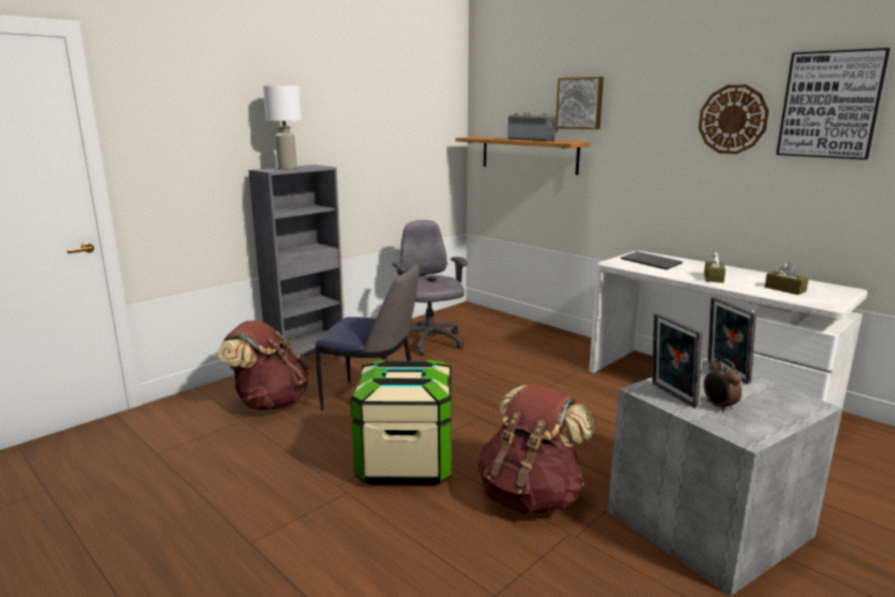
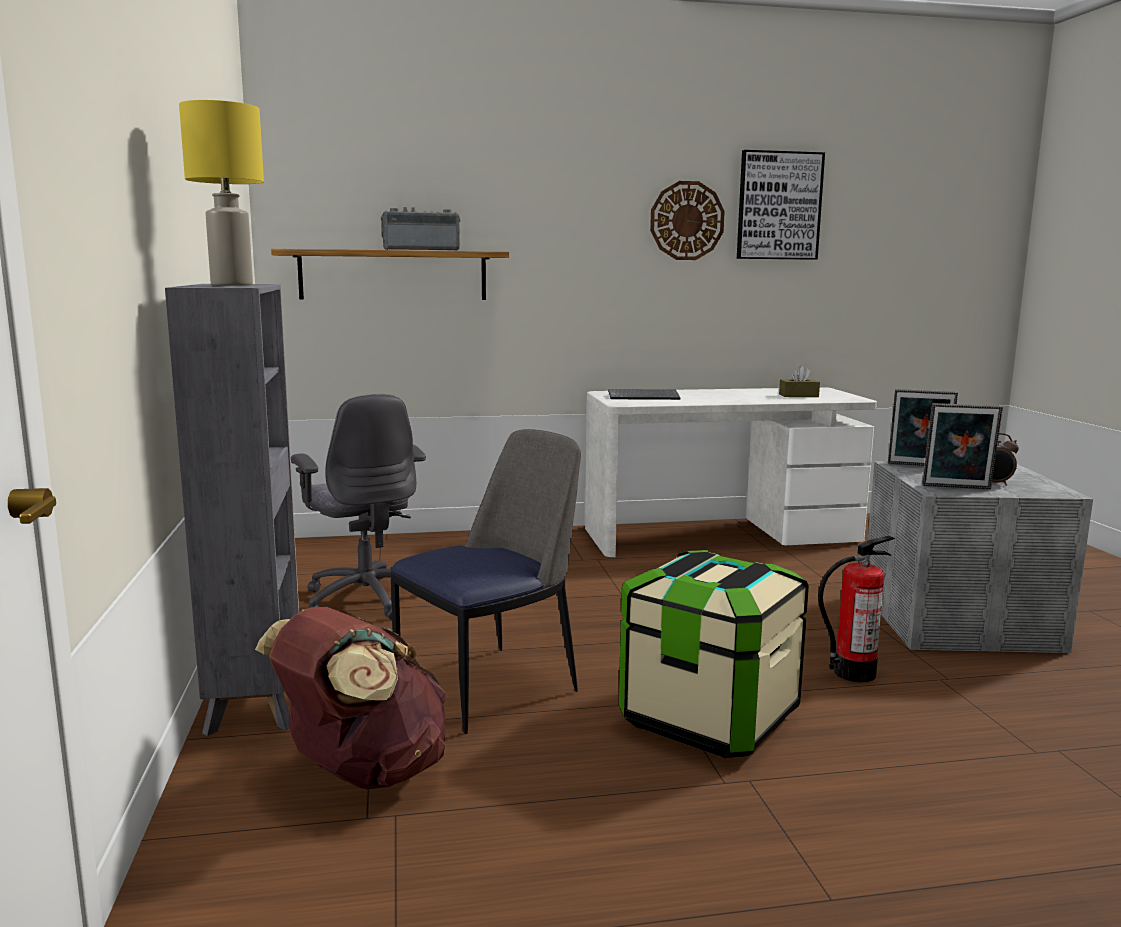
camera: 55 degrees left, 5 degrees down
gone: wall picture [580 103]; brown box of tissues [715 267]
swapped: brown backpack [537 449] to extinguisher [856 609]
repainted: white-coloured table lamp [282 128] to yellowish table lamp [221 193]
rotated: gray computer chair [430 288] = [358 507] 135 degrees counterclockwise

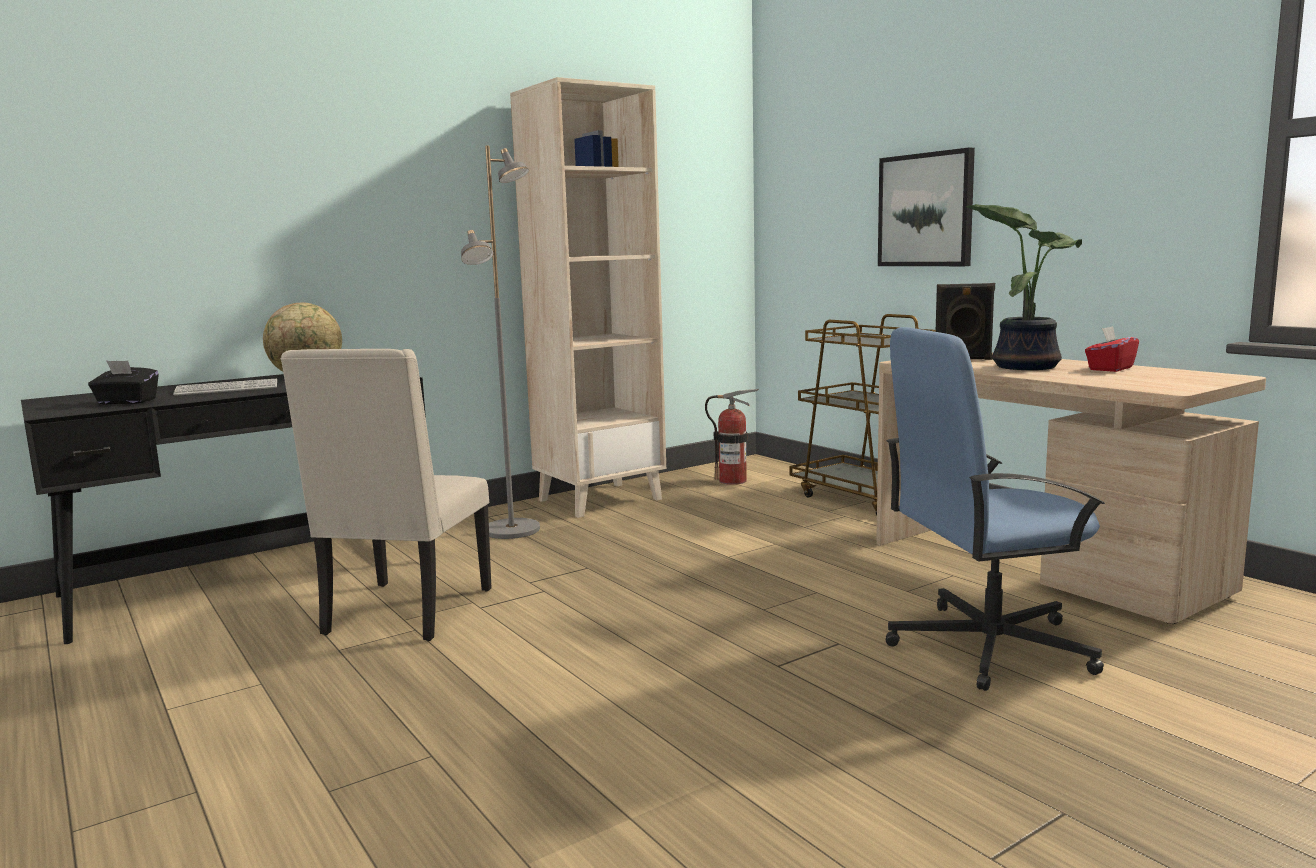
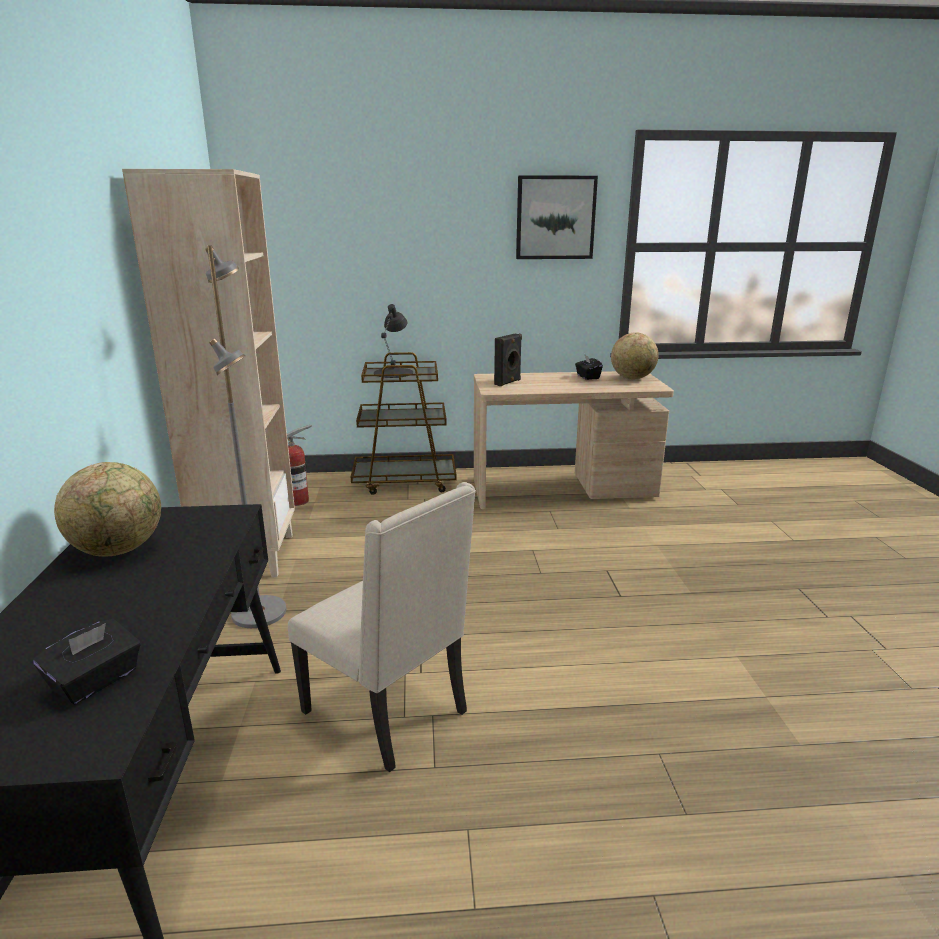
camera: 60 degrees left, 10 degrees up
gone: PC keyboard [225 387]; blue-coloured computer chair [995 509]; plant in a pot [1024 287]
new: black-coloured table lamp [393 341]; world globe [635 356]
shifted: wall picture [926 207] to [557 217]
repainted: red box of tissues [1112 349] to black-coloured box of tissues [589 367]

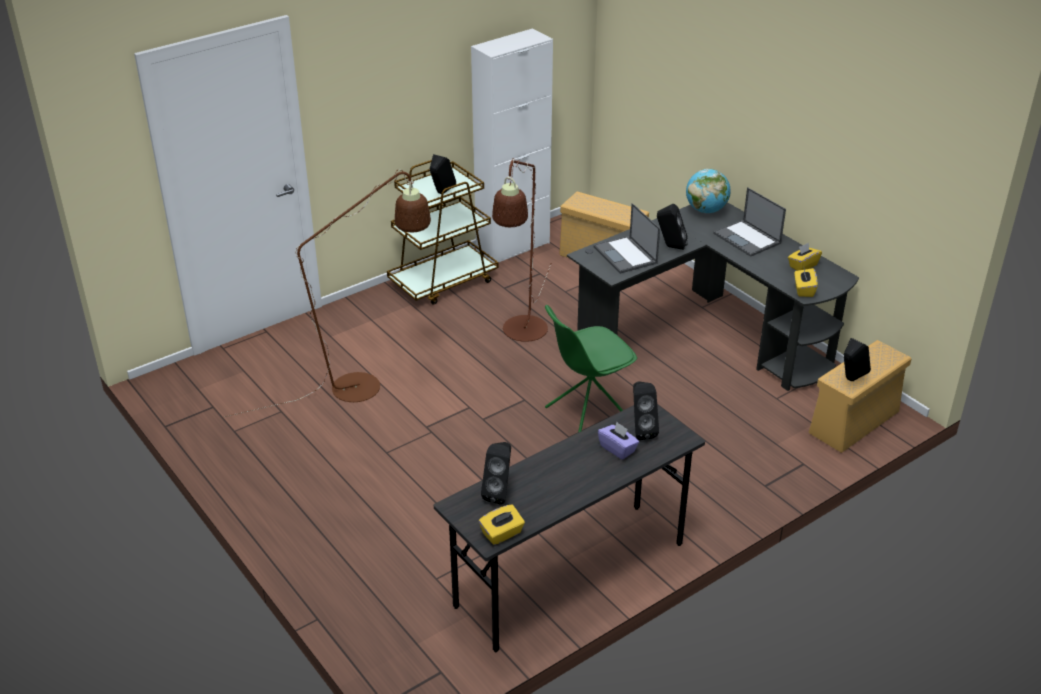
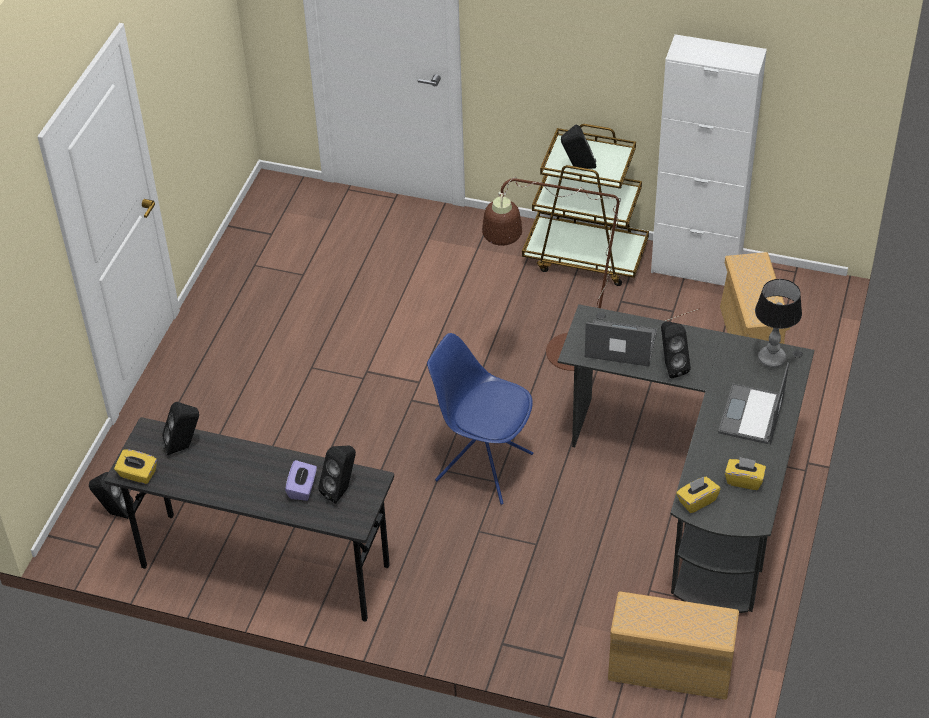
camera: 55 degrees right, 10 degrees up
gone: brown standard lamp [327 293]
shifted: black-coloured speaker [857 359] to [111 495]
swapped: world globe [708 191] to table lamp [778 323]
repainted: green upright chair [591 369] to blue-coloured upright chair [480 419]
rotated: laptop [627 238] = [621 343] 75 degrees clockwise

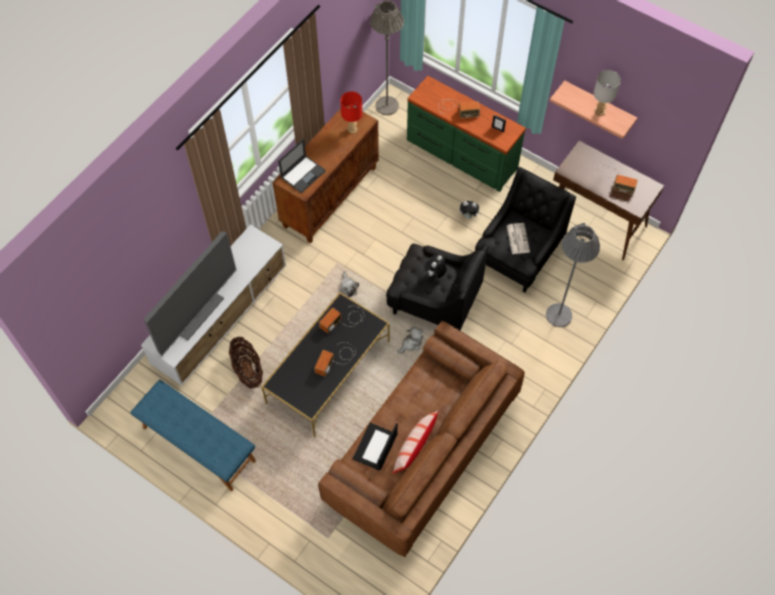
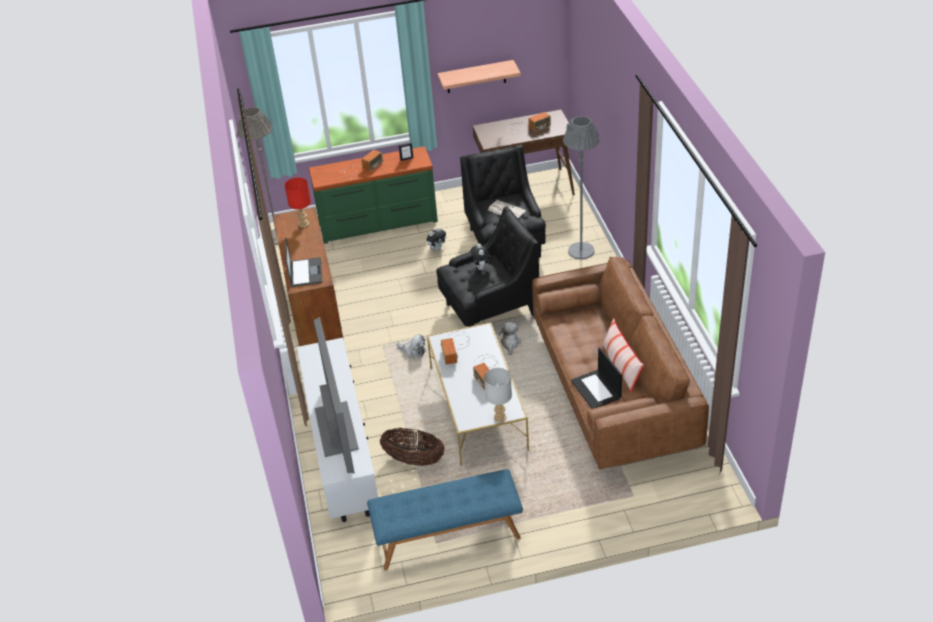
camera: 45 degrees left, 20 degrees down
shifted: gray table lamp [607 93] to [498 395]
repainted: black-coloured lounge table [325 364] to white-coloured lounge table [478 394]

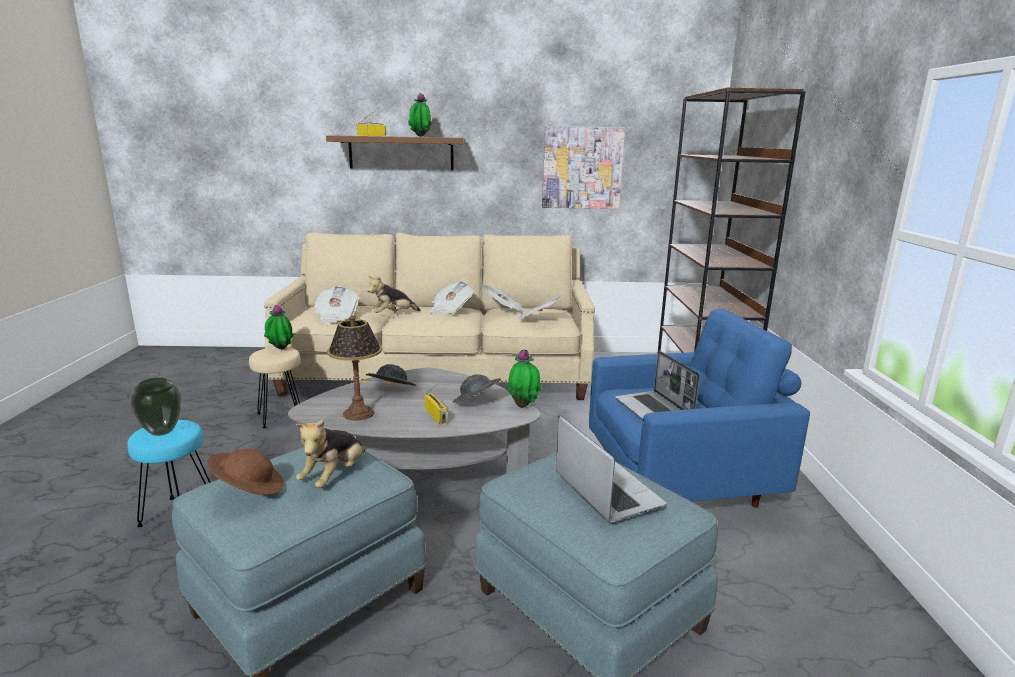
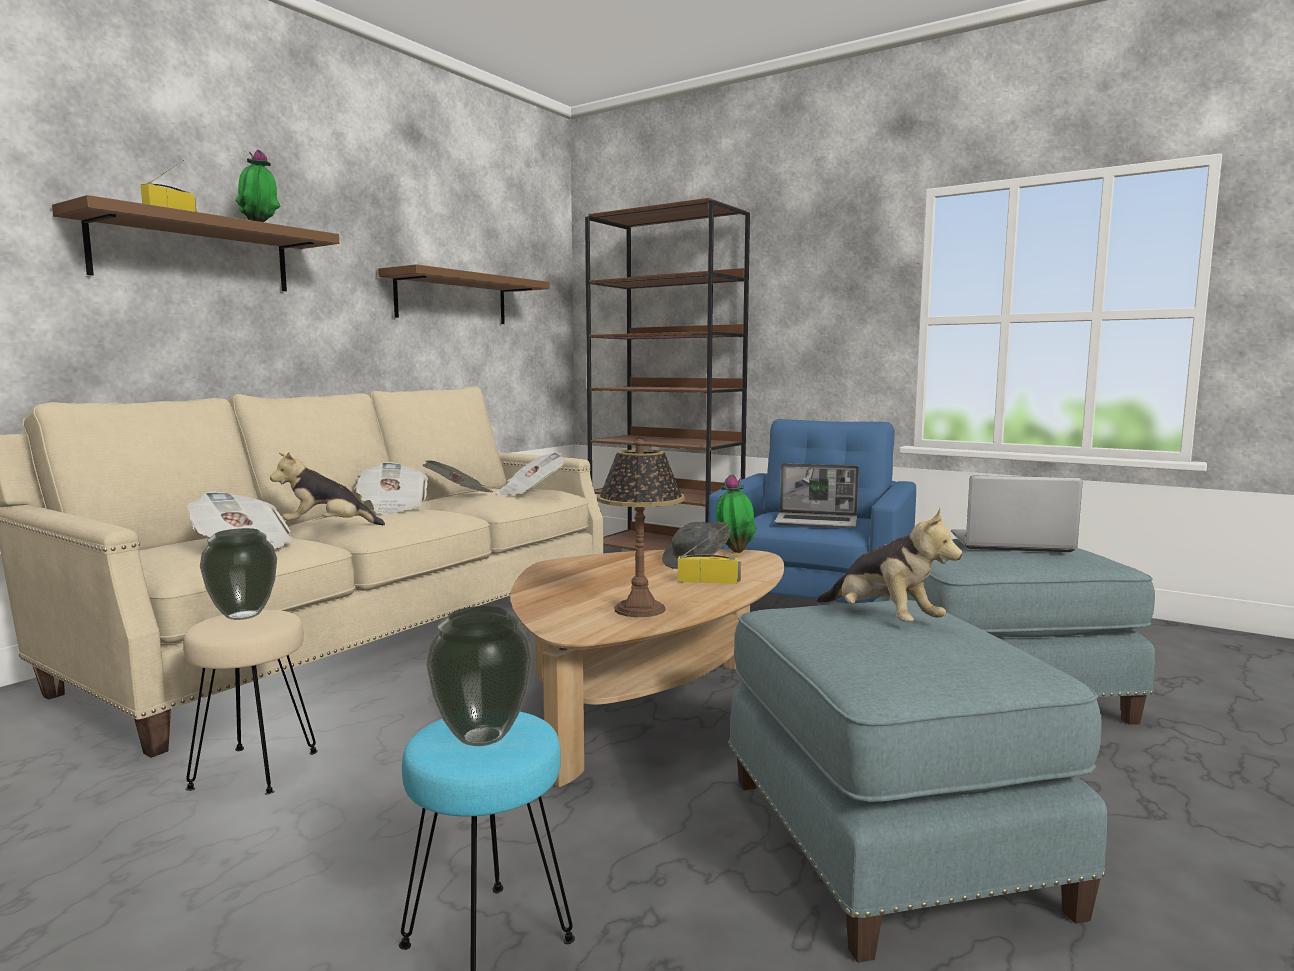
camera: 55 degrees left, 10 degrees down
gone: brown hat [246 471]; gray hat [391 375]
swapped: plant in a pot [279 327] to flower vase [238 574]; wall picture [583 167] to brown shelf [463 294]
repainted: gray lounge table [414 421] to brown lounge table [647 668]
rotated: cuddly toy [394 294] = [327 488] 75 degrees clockwise

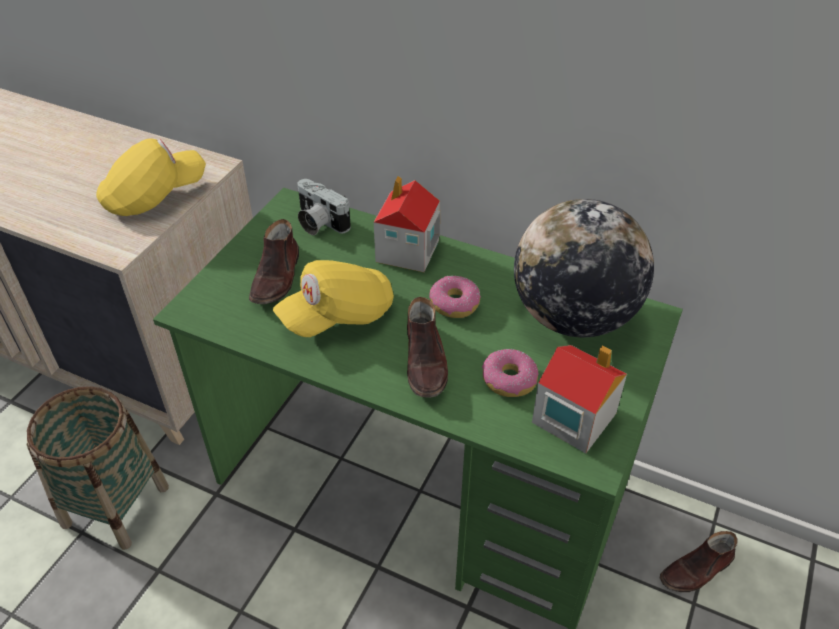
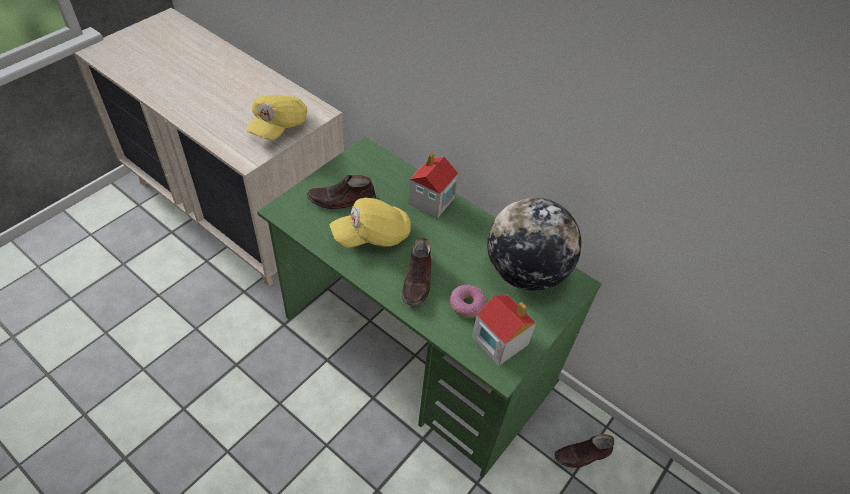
camera: 10 degrees right, 5 degrees up
gone: basket [97 468]; photo camera [324 207]; donut [455 297]
rotated: yellowish cap [151 177] = [276 117] 135 degrees clockwise; brown shoe [274 261] = [341 192] 60 degrees clockwise

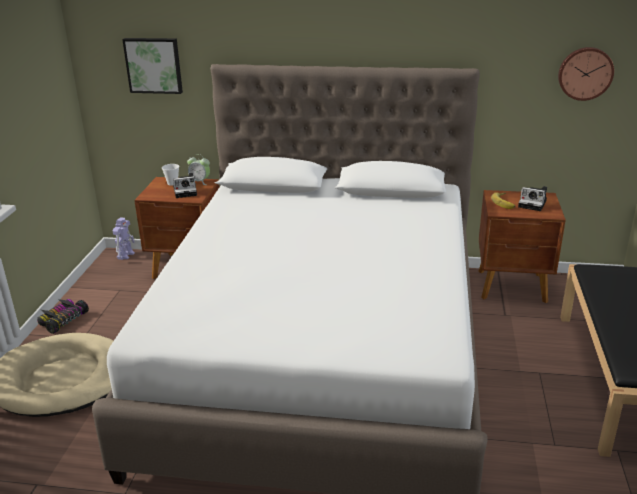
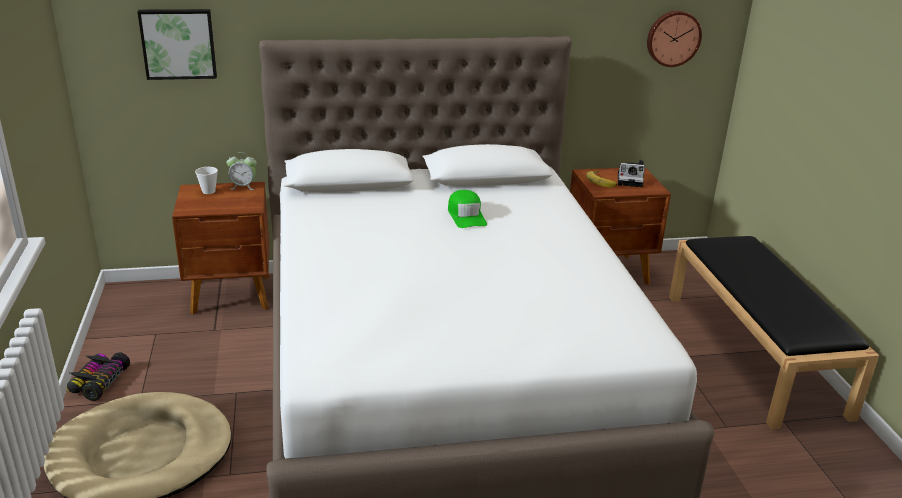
camera: 20 degrees left, 0 degrees up
gone: robot figure [124 238]; photo camera [185 185]
new: green cap [467 209]

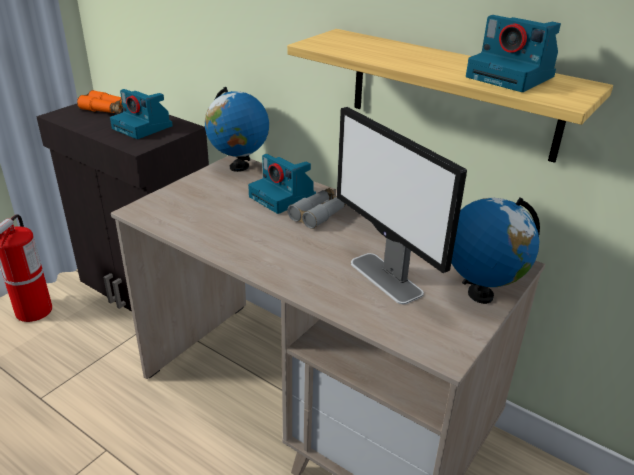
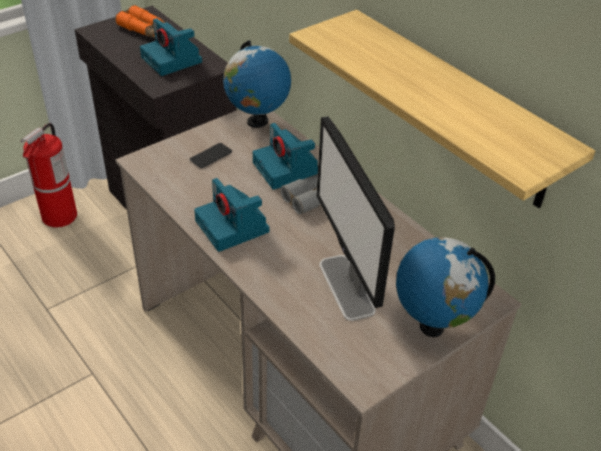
camera: 15 degrees right, 10 degrees up
new: telephone [211 155]
shifted: photo camera [513 53] to [232 215]

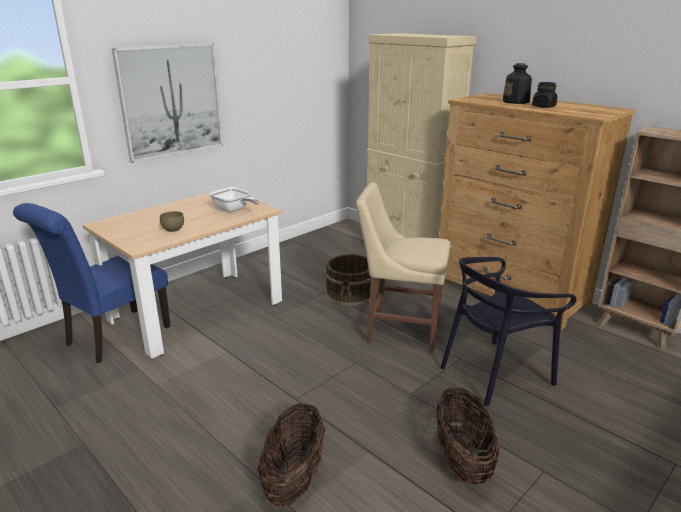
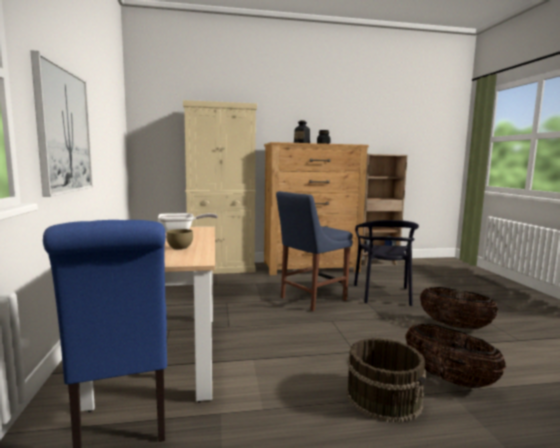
camera: 55 degrees left, 15 degrees down
shifted: brown pail [348 280] to [386 380]
repainted: beige upright chair [403 268] to blue-coloured upright chair [314 251]

